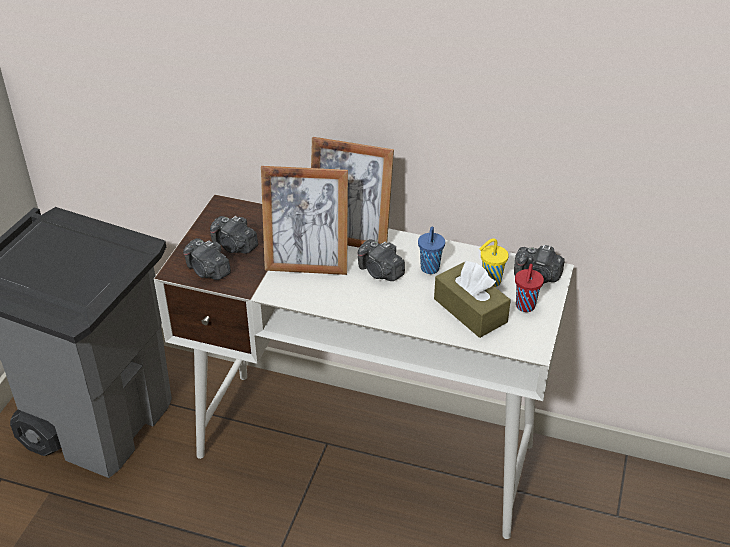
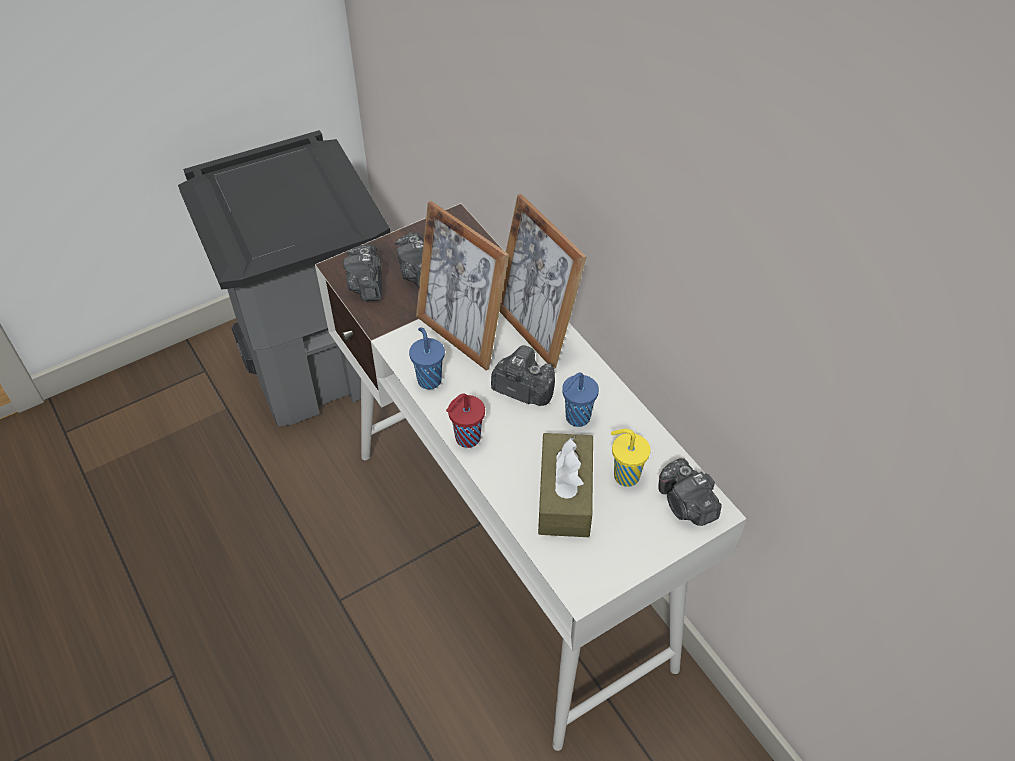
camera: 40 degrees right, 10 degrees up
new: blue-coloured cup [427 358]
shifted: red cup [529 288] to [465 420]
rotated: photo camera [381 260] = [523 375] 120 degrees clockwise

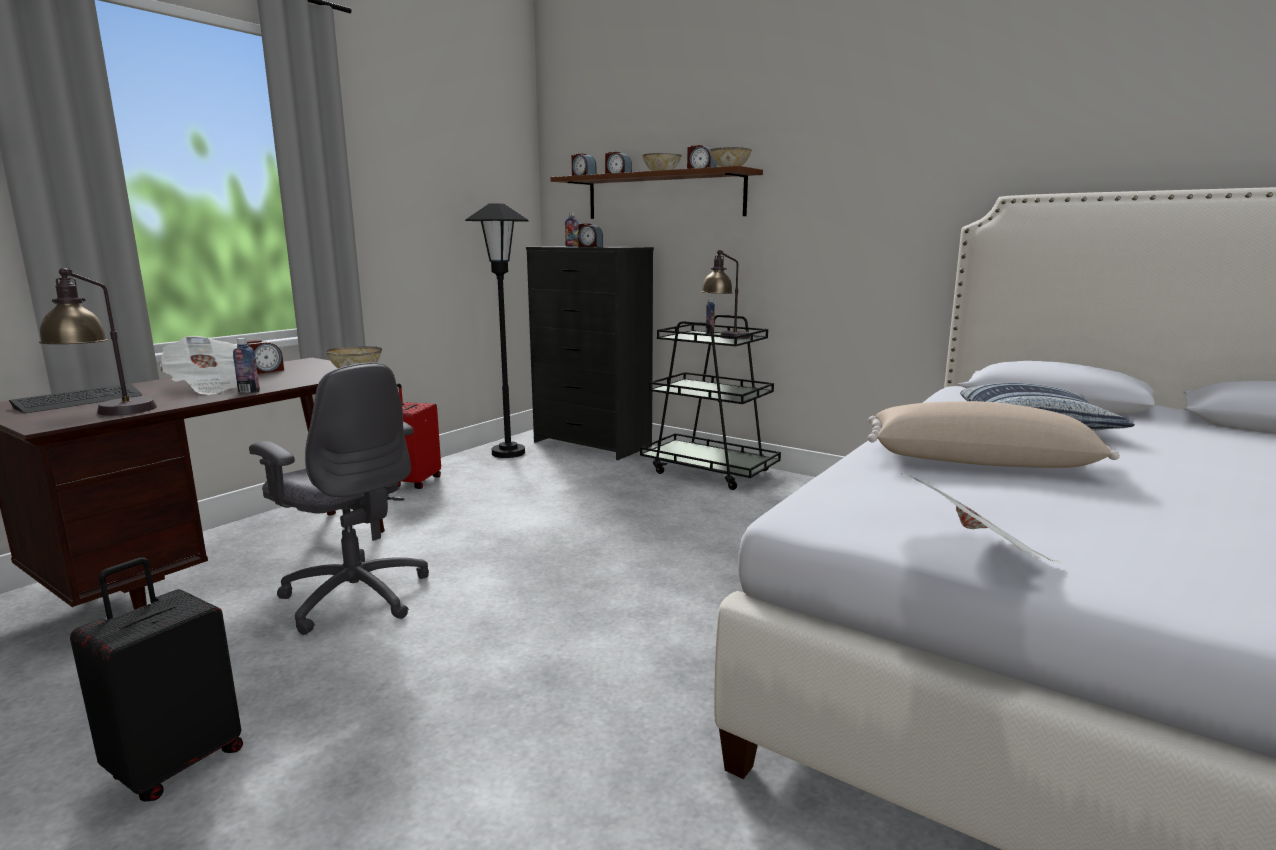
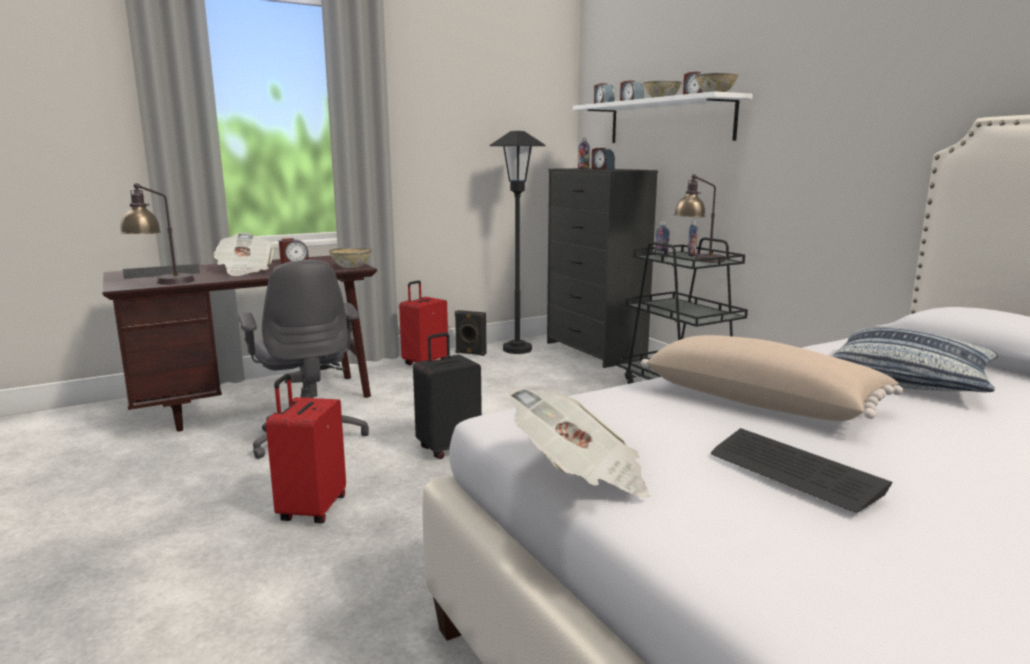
camera: 25 degrees right, 0 degrees up
new: red piece of luggage [306 448]; black-coloured speaker [470 333]; PC keyboard [802 470]
shifted: black-coloured piece of luggage [156 680] to [447 395]; bottle [246 365] to [662 239]
repainted: brown shelf [656 192] to white-coloured shelf [663 117]

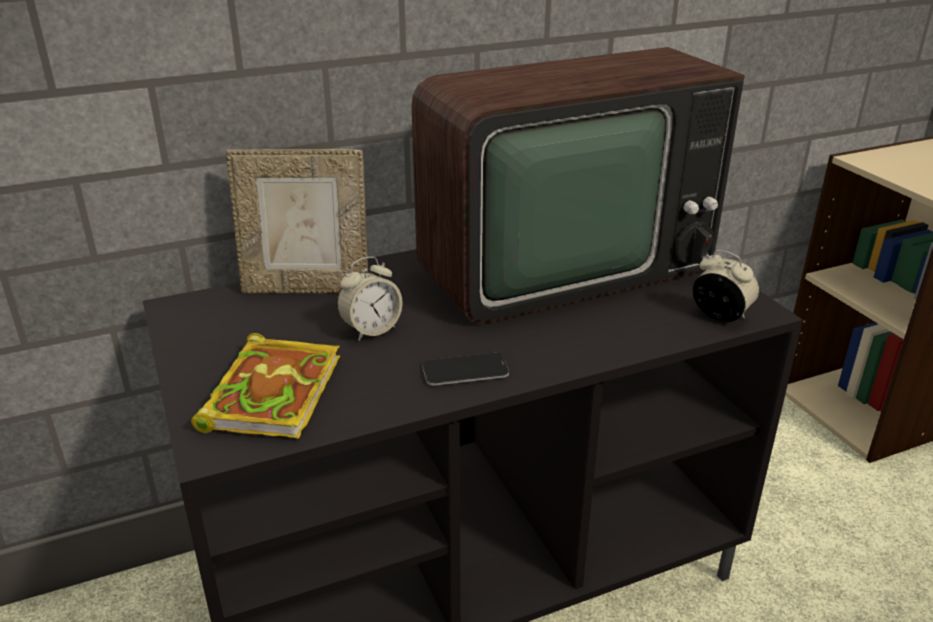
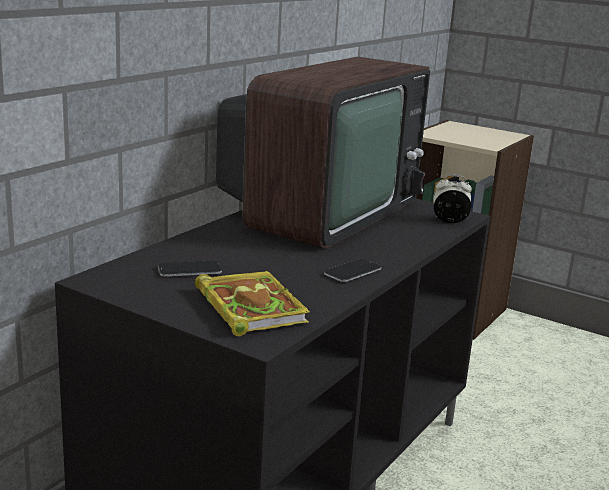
camera: 35 degrees left, 10 degrees down
gone: photo frame [297 221]; bedside clock [370 298]
new: telephone [190 269]

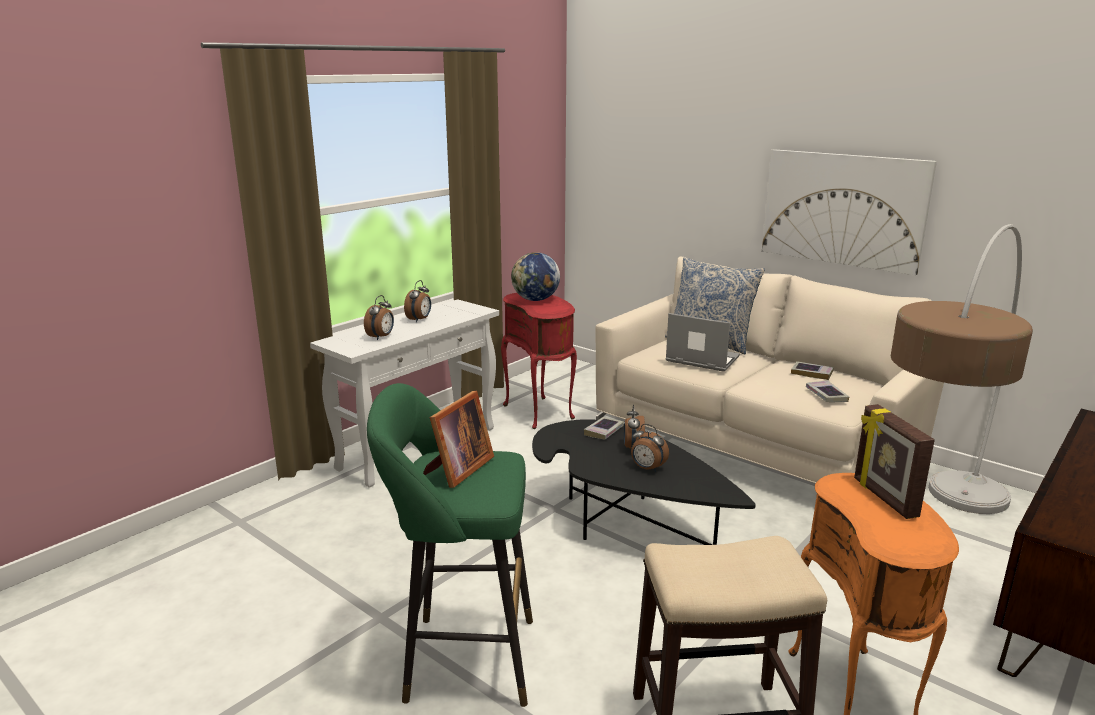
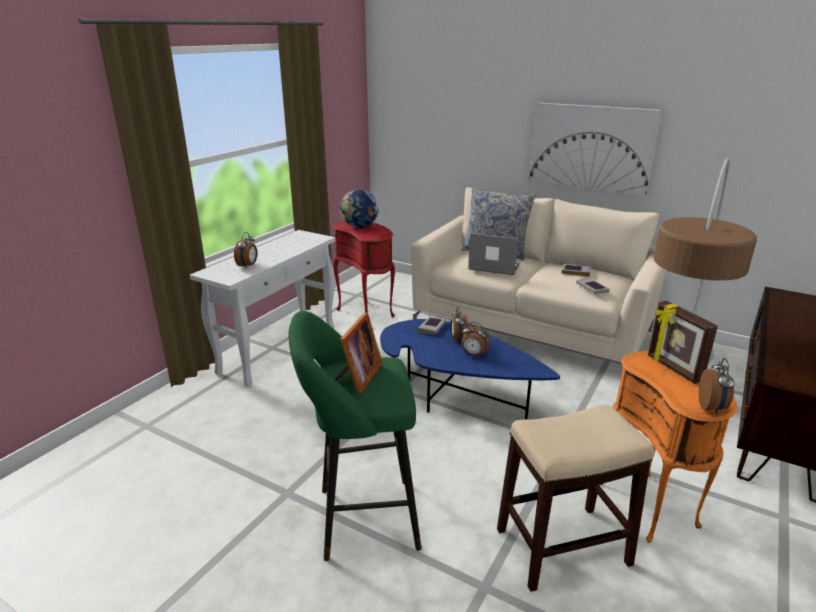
camera: 10 degrees left, 5 degrees up
shifted: bedside clock [417 301] to [717 386]
repainted: black-coloured lounge table [643 482] to blue-coloured lounge table [470 369]

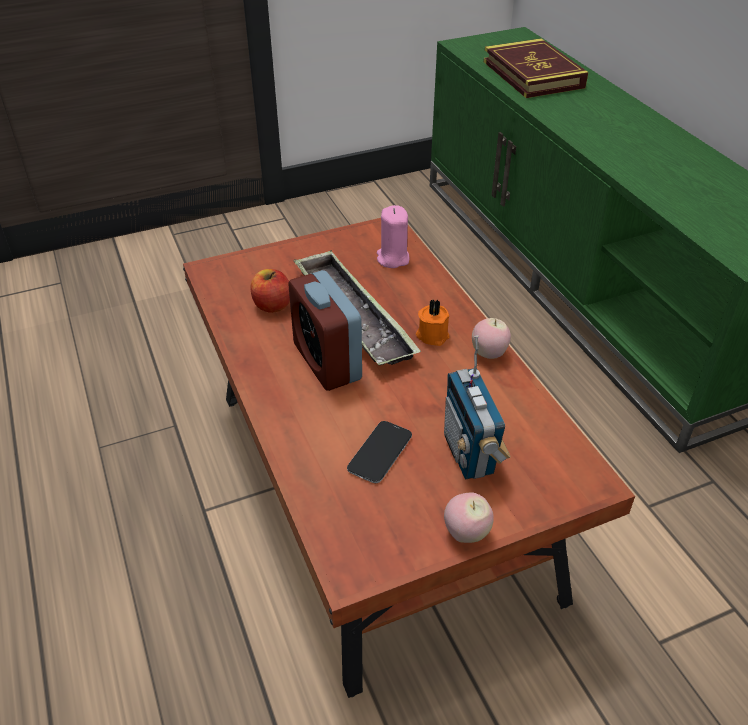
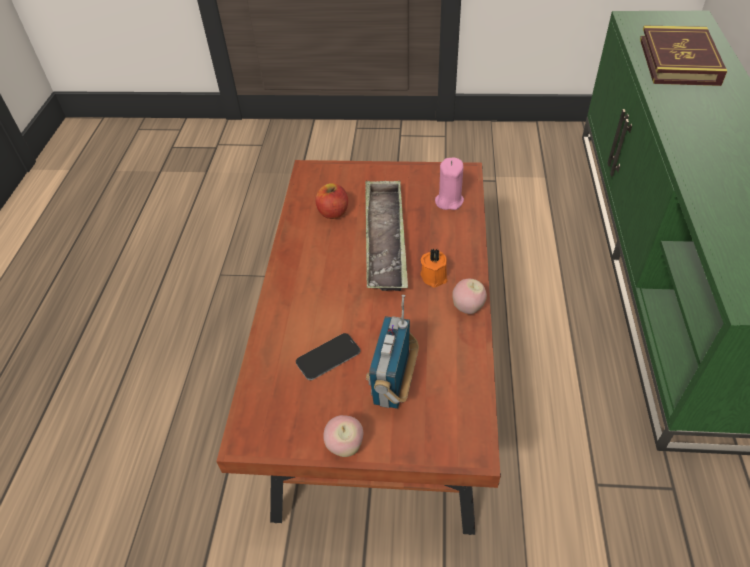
camera: 30 degrees right, 5 degrees up
gone: bedside clock [325 330]

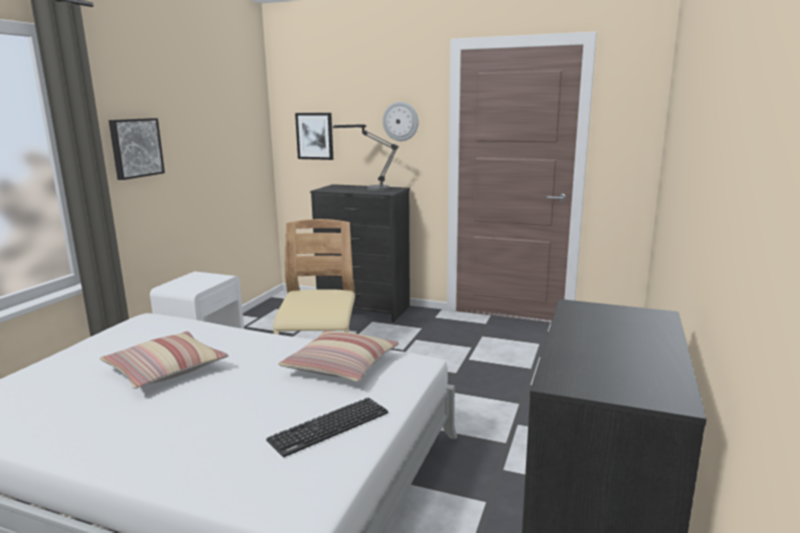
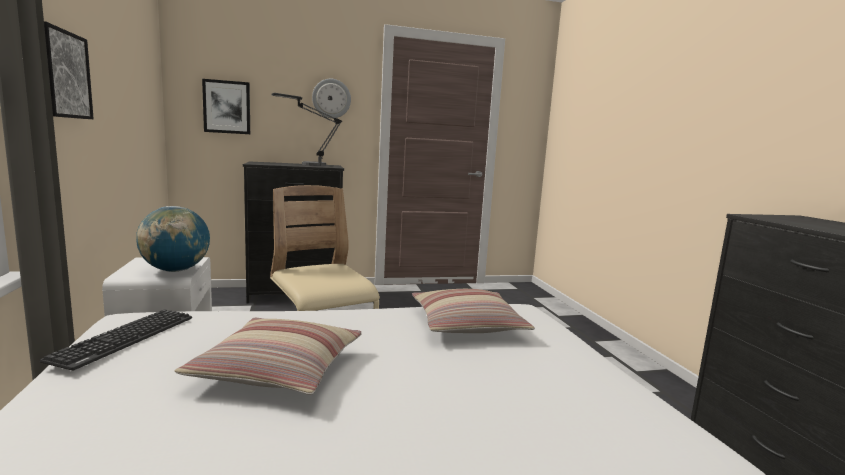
camera: 35 degrees left, 5 degrees down
new: world globe [173 239]
shifted: PC keyboard [327 427] to [116 340]

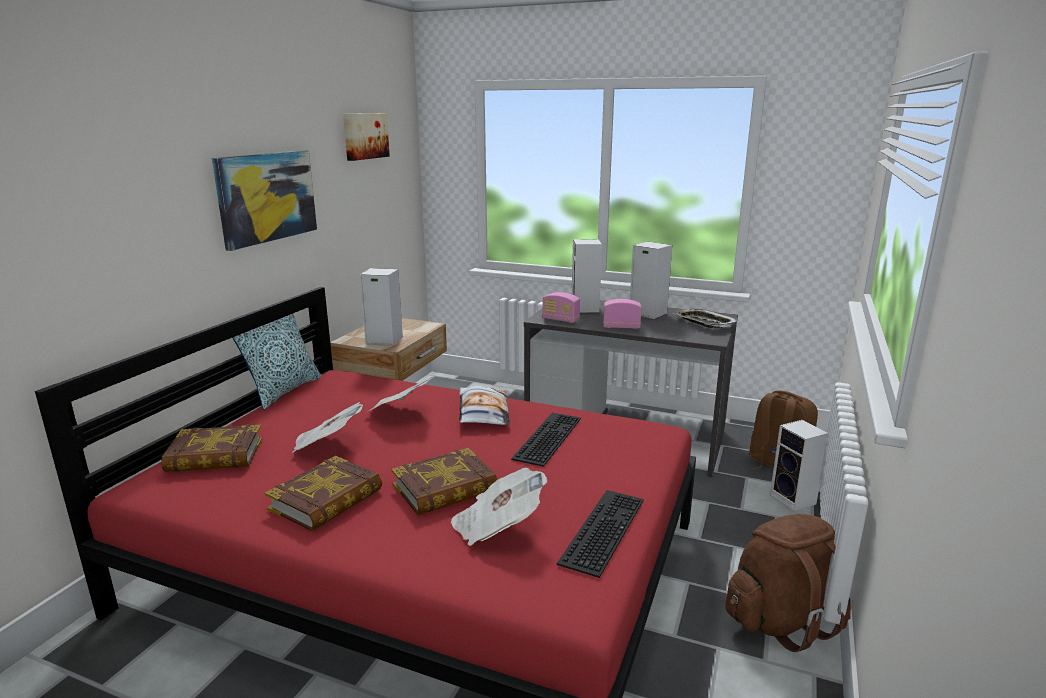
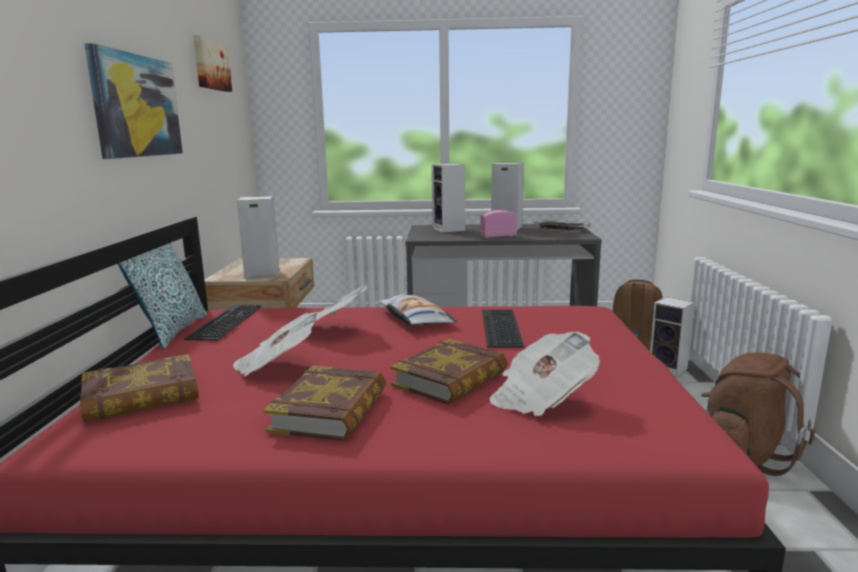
camera: 20 degrees left, 5 degrees down
gone: radio receiver [561 307]
shifted: PC keyboard [600 534] to [223 323]

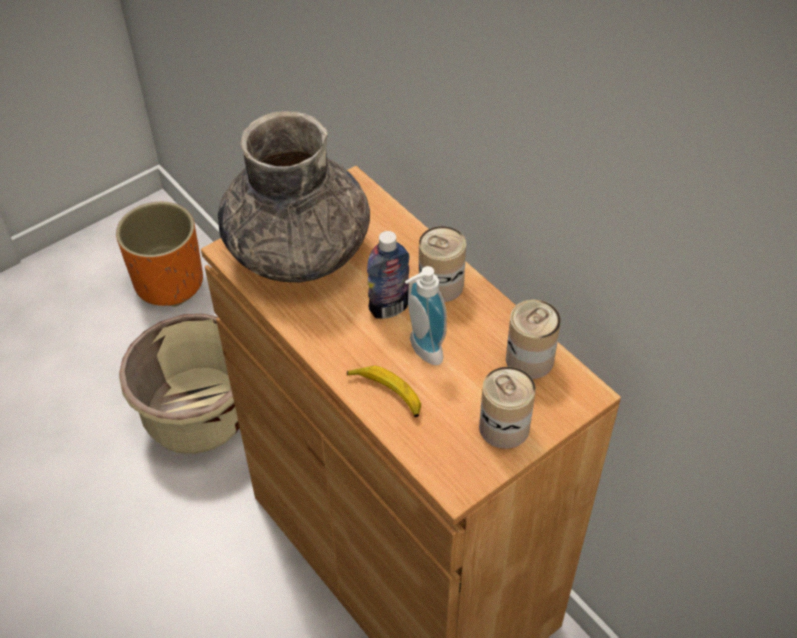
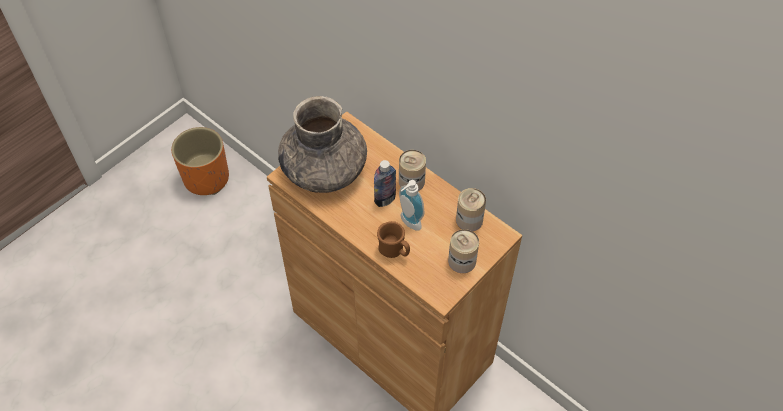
camera: 10 degrees left, 5 degrees up
gone: beige plant pot [179 384]
swapped: banana [384 391] to brown tea mug [393 239]

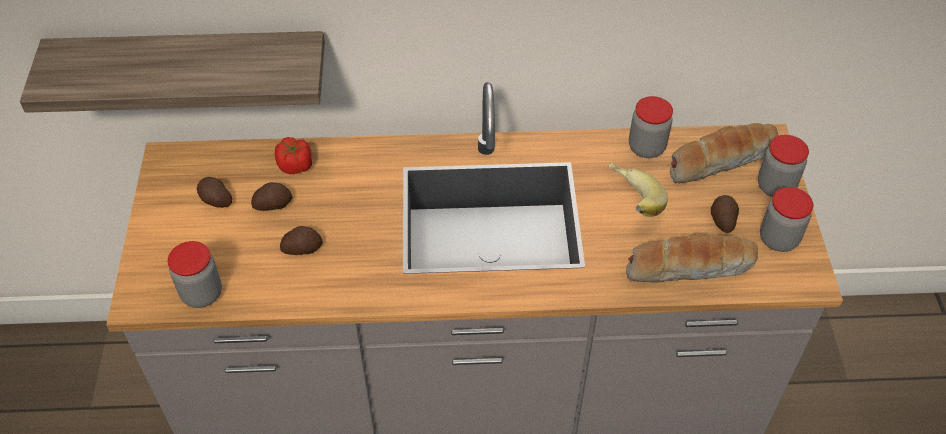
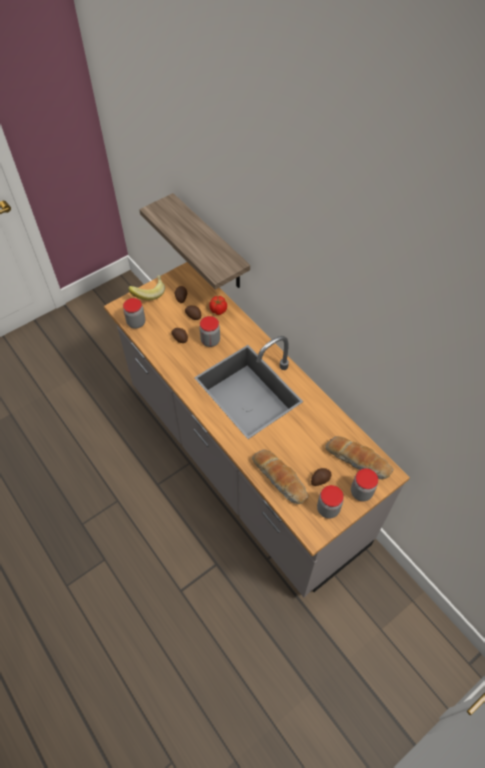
camera: 55 degrees right, 5 degrees up
shifted: banana [638 190] to [146 287]; jar [651 127] to [210 331]

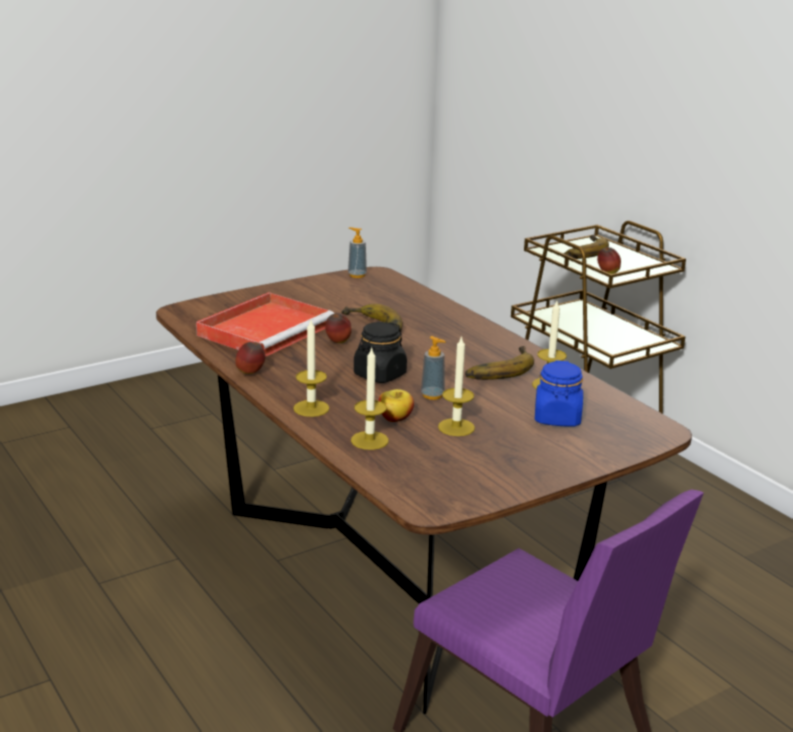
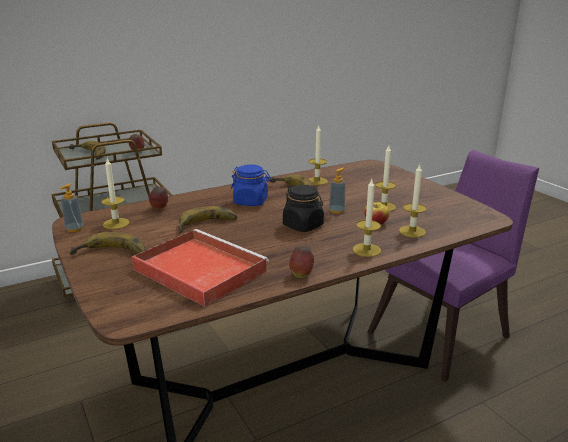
camera: 85 degrees left, 0 degrees up
new: banana [107 243]; wax candle [115 194]
shifted: whole apple [338 328] to [158 197]; blue-coloured jar [559 393] to [251 185]

